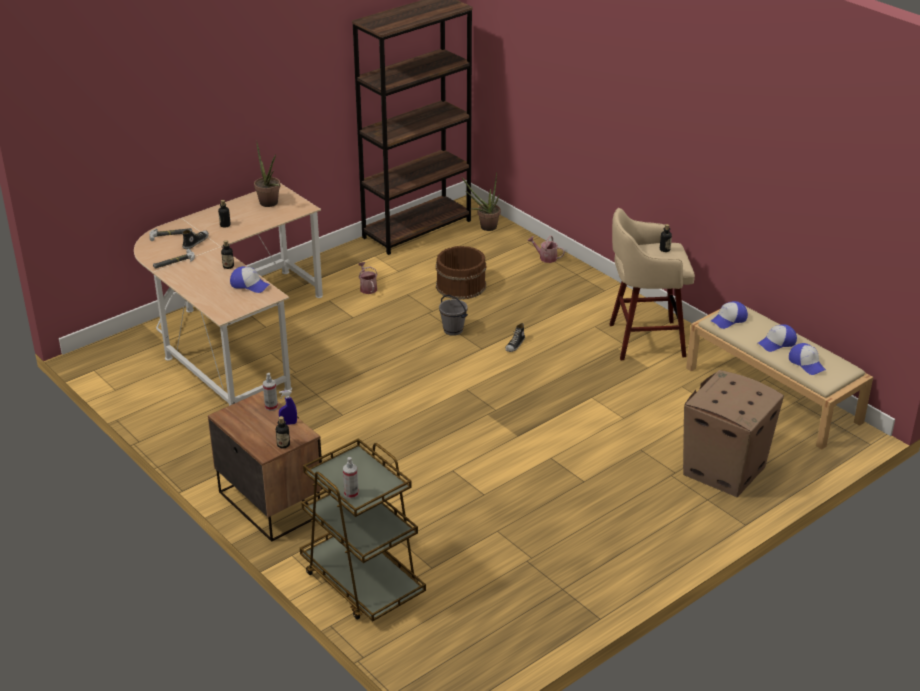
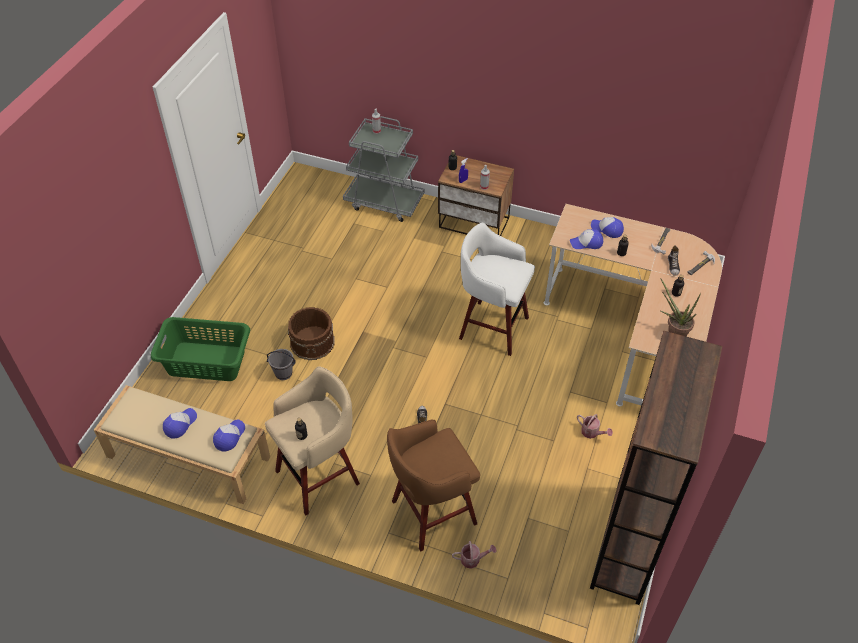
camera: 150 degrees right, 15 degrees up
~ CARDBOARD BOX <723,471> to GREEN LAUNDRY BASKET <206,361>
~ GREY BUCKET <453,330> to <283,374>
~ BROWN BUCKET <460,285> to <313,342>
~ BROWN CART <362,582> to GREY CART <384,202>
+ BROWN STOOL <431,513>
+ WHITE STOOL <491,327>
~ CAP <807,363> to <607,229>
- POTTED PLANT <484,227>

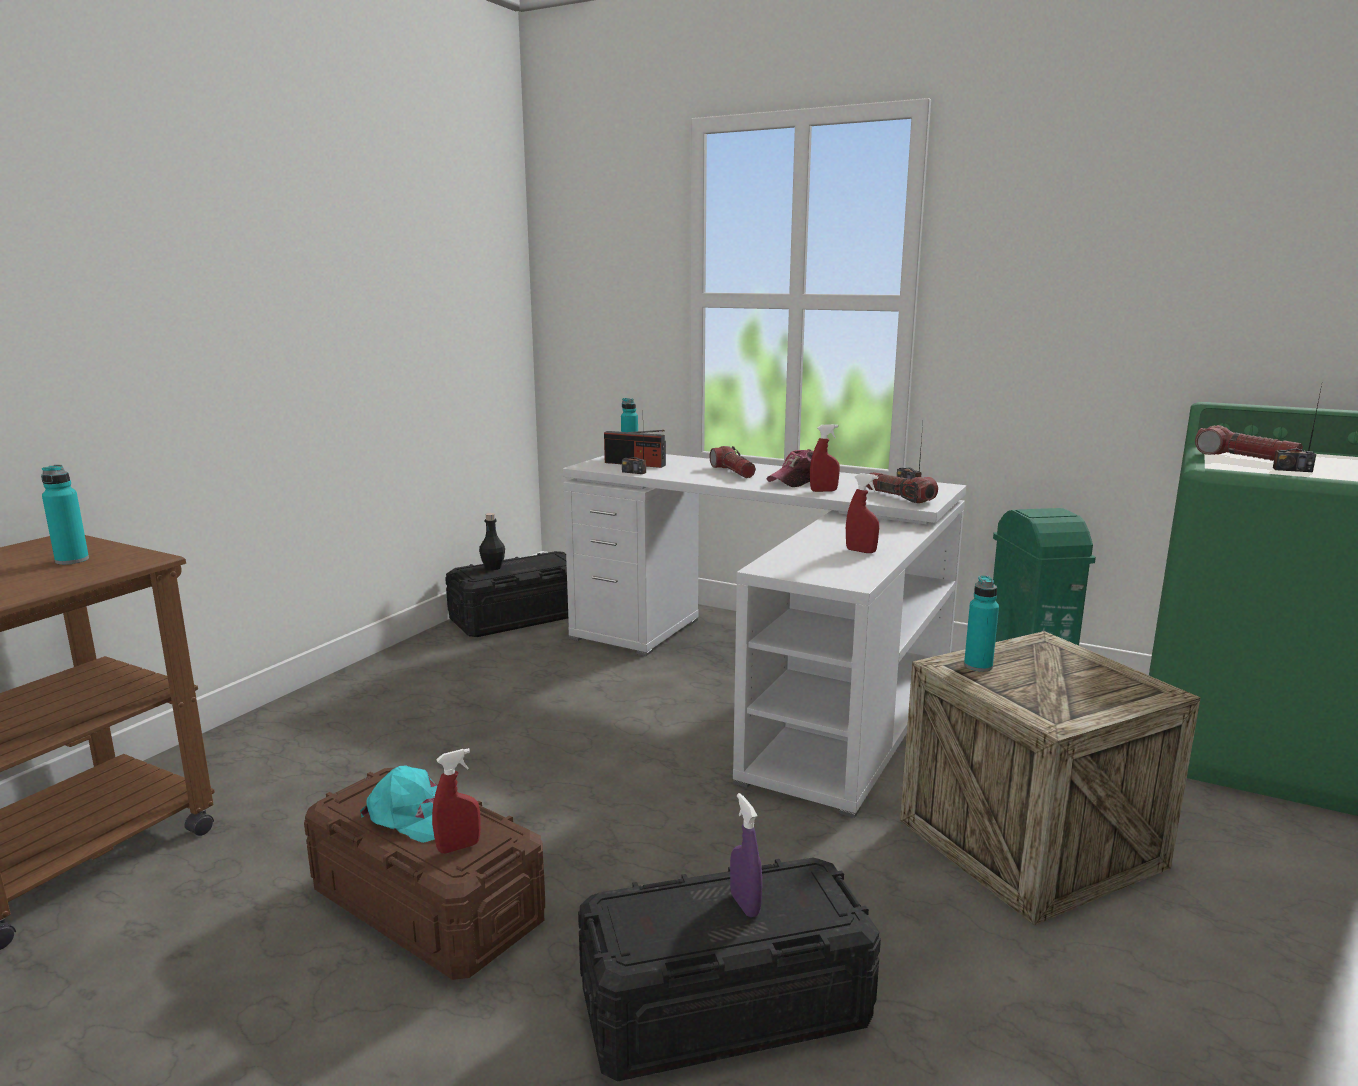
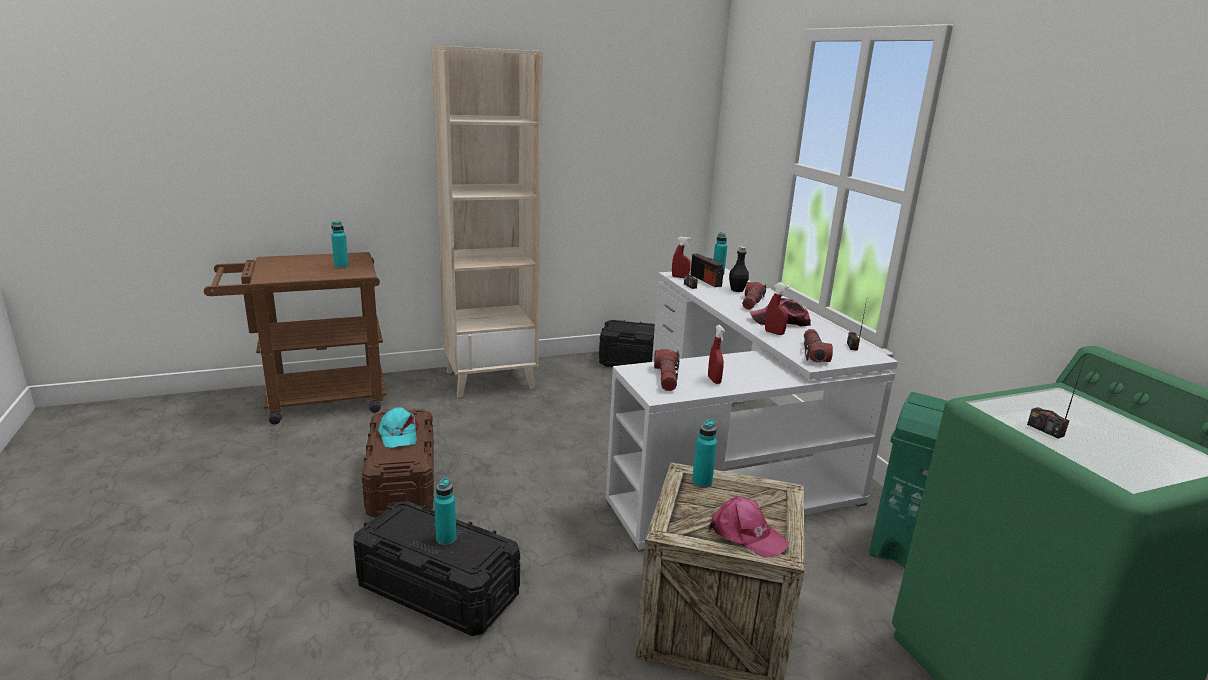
camera: 40 degrees right, 5 degrees up
+ BEIGE BOOKCASE <490,379>
~ PURPLE SPRAY BOTTLE <745,905> to TURQUOISE BOTTLE <446,539>
~ FLASHLIGHT <1244,458> to <666,378>
~ RED SPRAY BOTTLE <458,847> to <680,277>
+ PINK CAP <746,535>
~ BLACK BOTTLE <493,567> to <737,290>

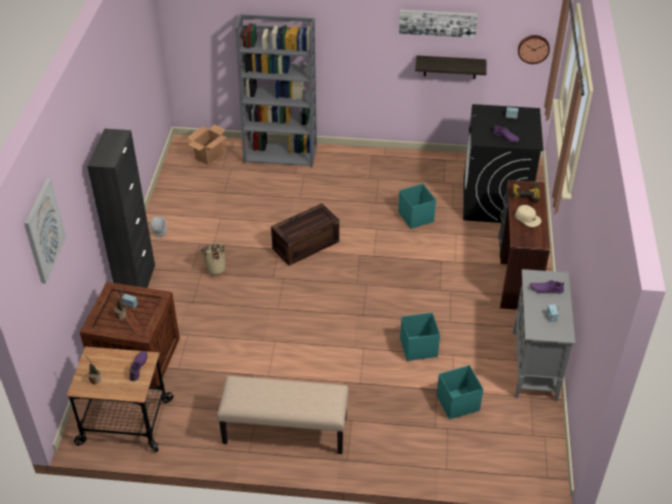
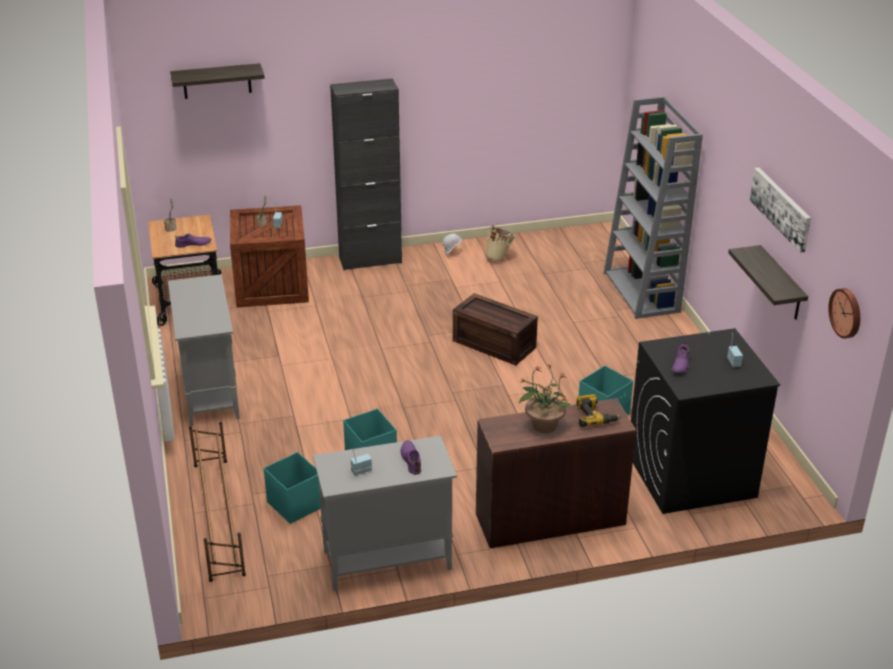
camera: 70 degrees right, 10 degrees down
~ BEIGE BENCH <284,431> to GREY CABINET <210,392>
~ PICTURE <43,230> to SHELF <217,81>
+ BROWN SHOE RACK <219,517>
~ BEIGE BUCKET <215,269> to <499,258>
~ BEIGE CAP <527,218> to POTTED PLANT <544,425>
- CARDBOARD BOX <209,156>

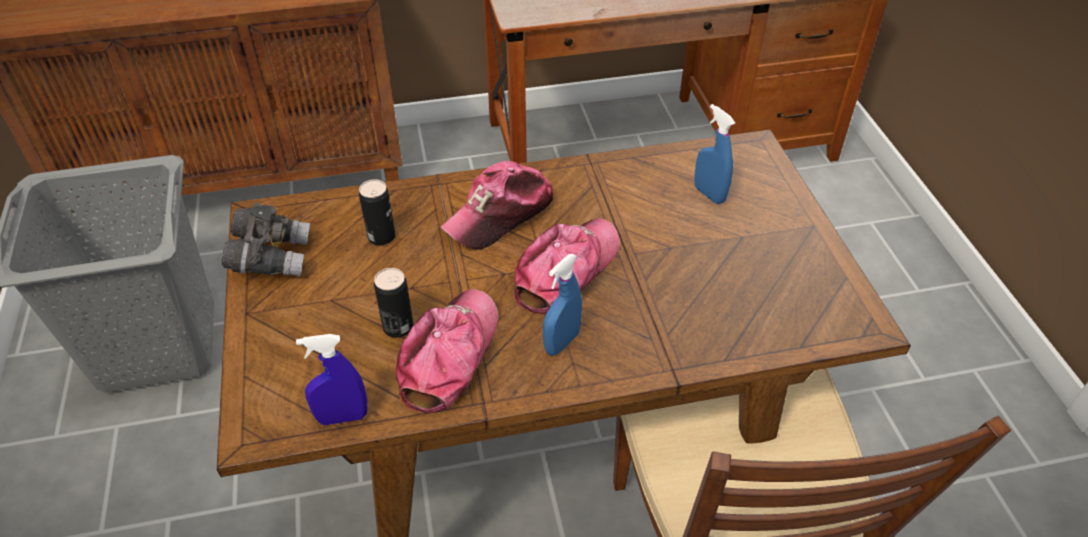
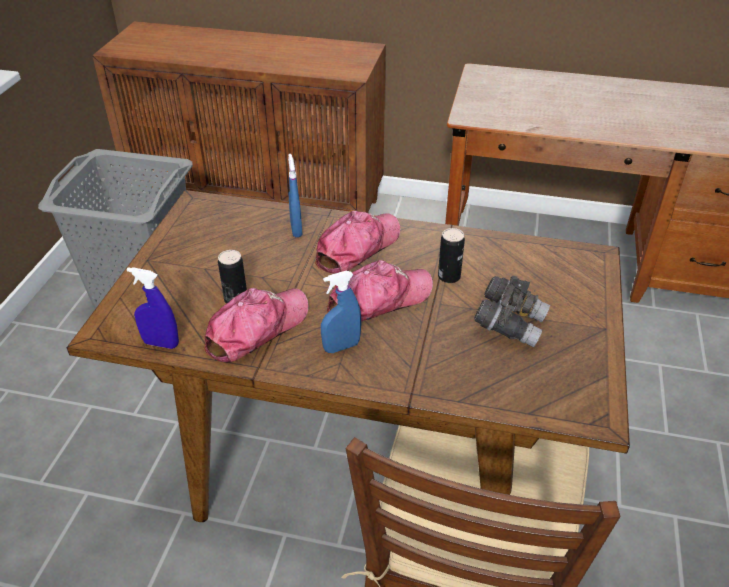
camera: 25 degrees right, 5 degrees down
~ BLUE SPRAY BOTTLE <709,194> to <296,229>
~ CAP <500,214> = <357,247> 150 degrees clockwise
~ CAN <381,237> to <449,277>
~ GREY BINOCULARS <271,257> to <509,324>

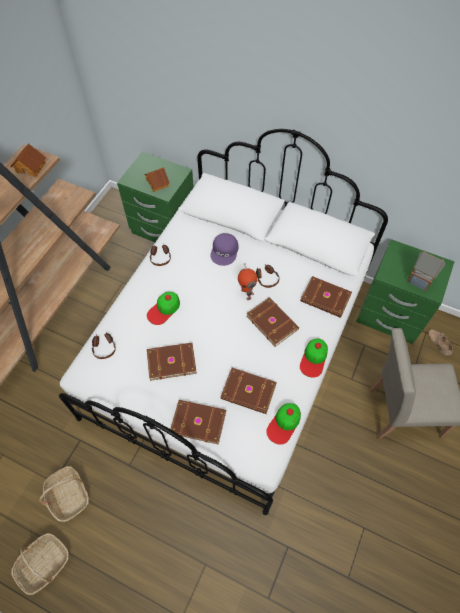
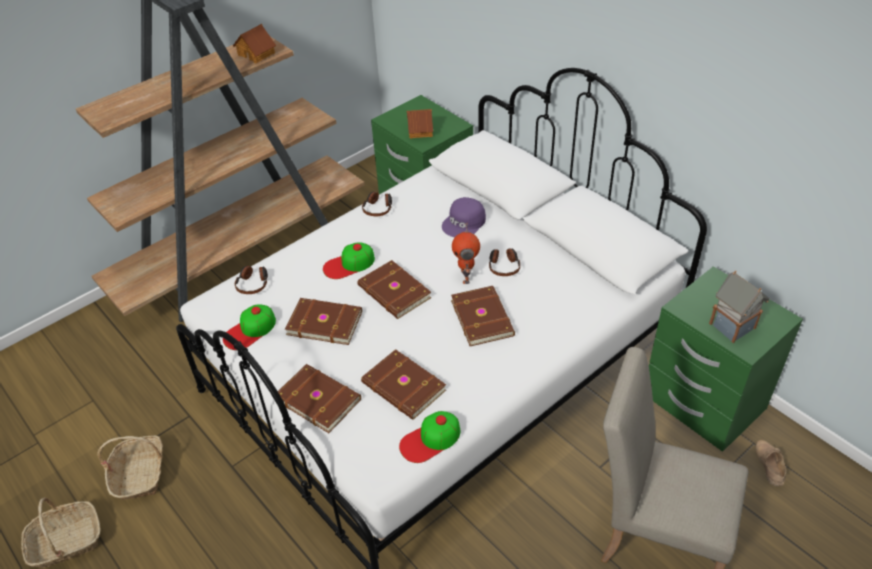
camera: 25 degrees right, 15 degrees down
~ CAP <314,359> to <250,330>
~ BROWN BOOK <325,299> to <393,293>

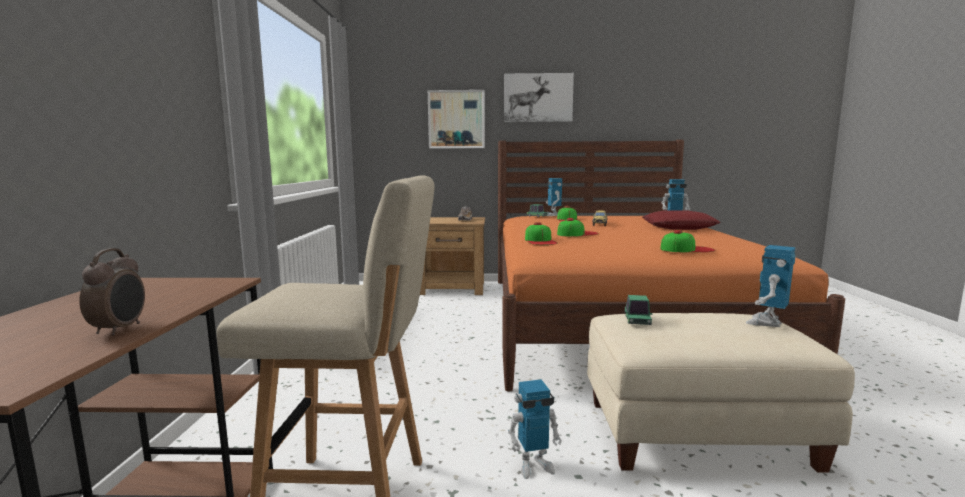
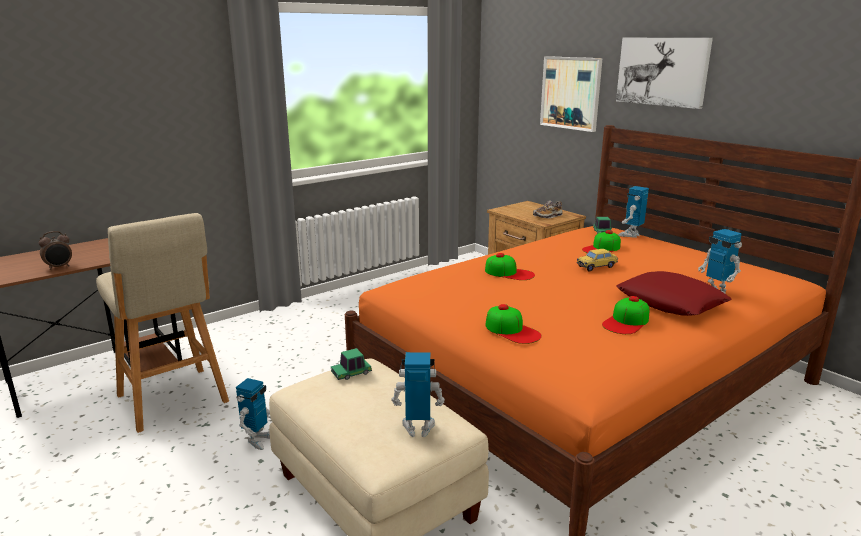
camera: 50 degrees right, 10 degrees up
~ TOY ROBOT <534,465> = <258,440> 105 degrees counterclockwise
~ CAP <540,241> to <626,322>

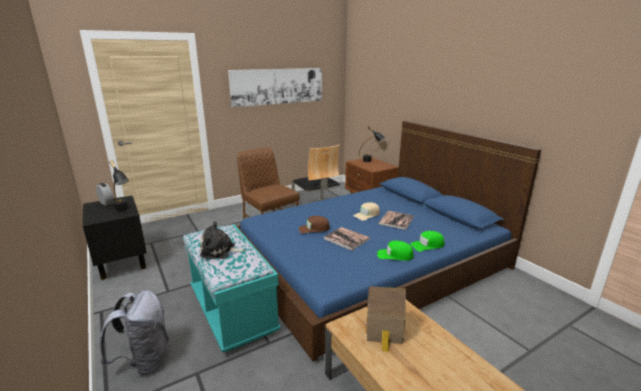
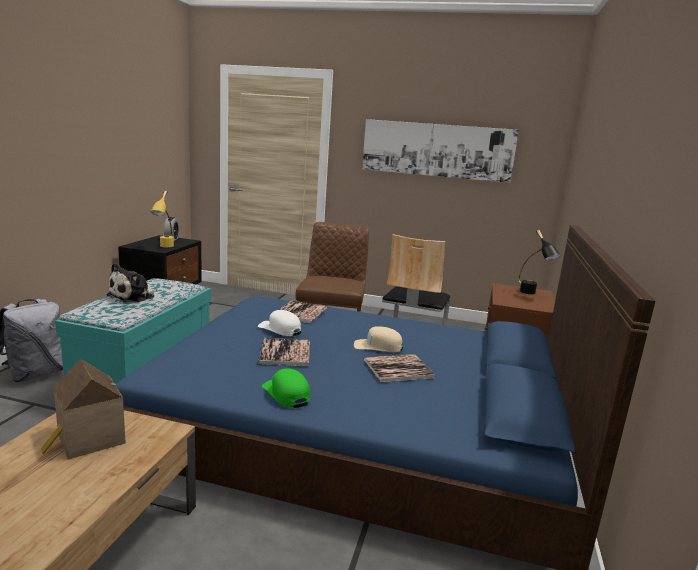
camera: 45 degrees right, 5 degrees down
~ PLUSH TOY <220,251> = <133,296> 105 degrees counterclockwise
~ BLACK TABLE LAMP <123,211> to YELLOW TABLE LAMP <164,247>
~ BROWN CAP <314,229> to WHITE CAP <280,329>
+ BOOK <300,313>
- GREEN CAP <427,245>

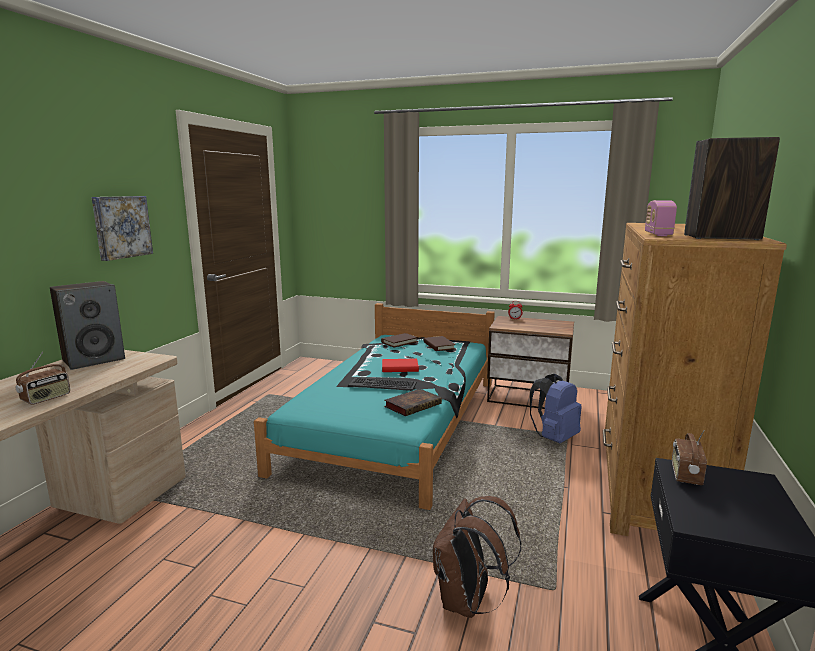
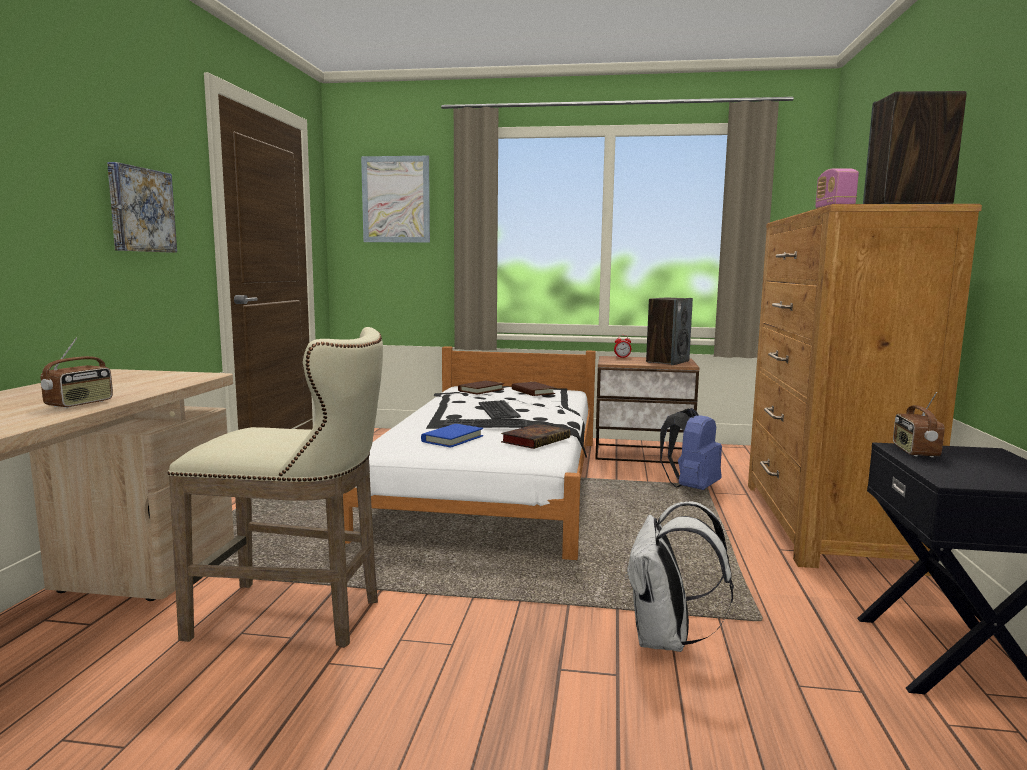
camera: 10 degrees left, 5 degrees down
+ BEIGE STOOL <297,617>
~ TURQUOISE BED <396,422> to WHITE BED <493,482>
+ PICTURE <396,199>
+ BLUE BOOK <452,439>
~ RED BOOK <400,368> to KEYBOARD <497,410>
~ BROWN BACKPACK <468,602> to WHITE BACKPACK <666,640>
~ SPEAKER <94,360> to <667,361>

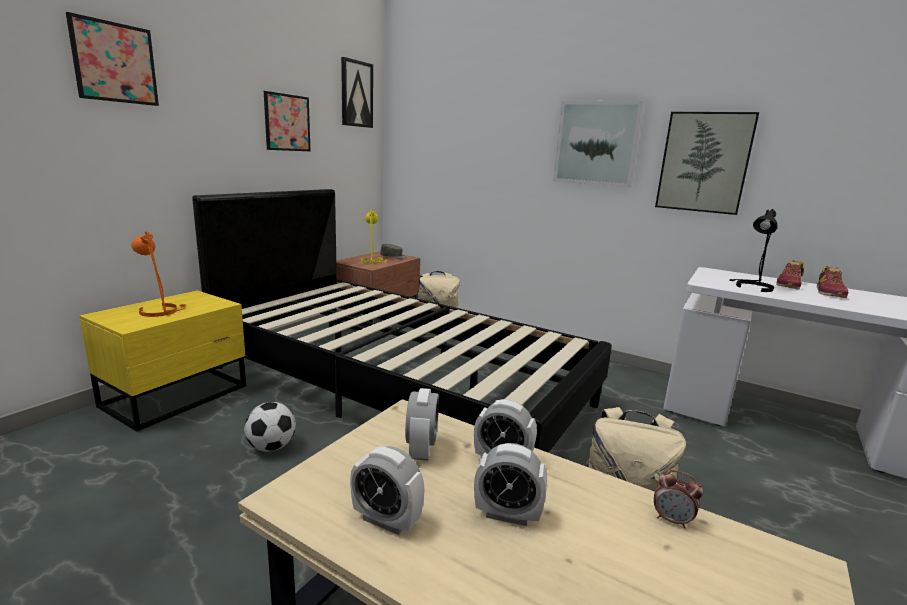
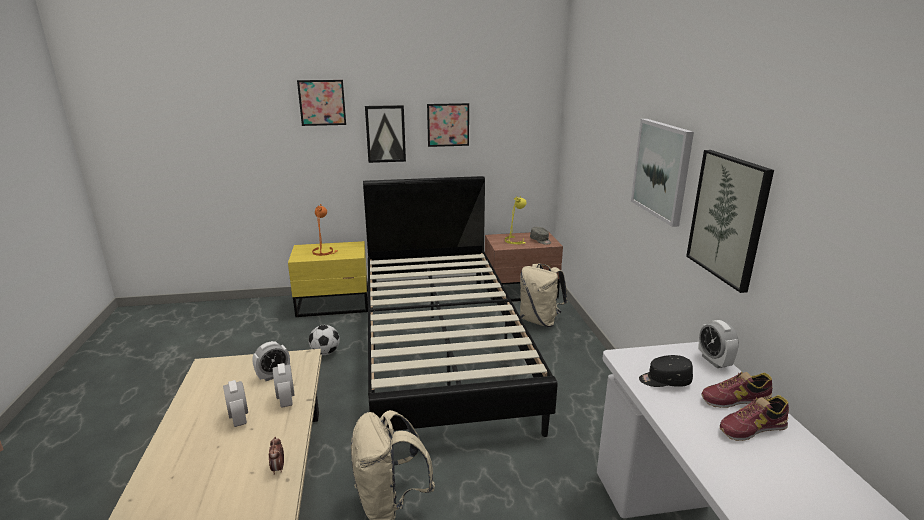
camera: 50 degrees right, 5 degrees up
~ PICTURE <356,94> to <385,134>
~ BLACK TABLE LAMP <751,287> to BLACK CAP <664,380>
~ ALARM CLOCK <386,520> to <714,361>

